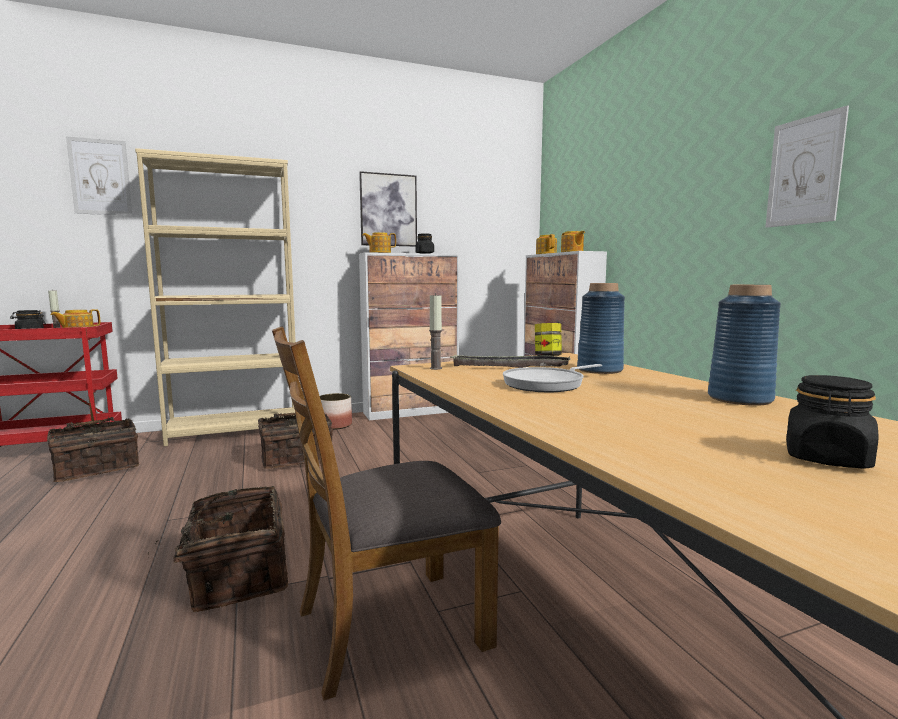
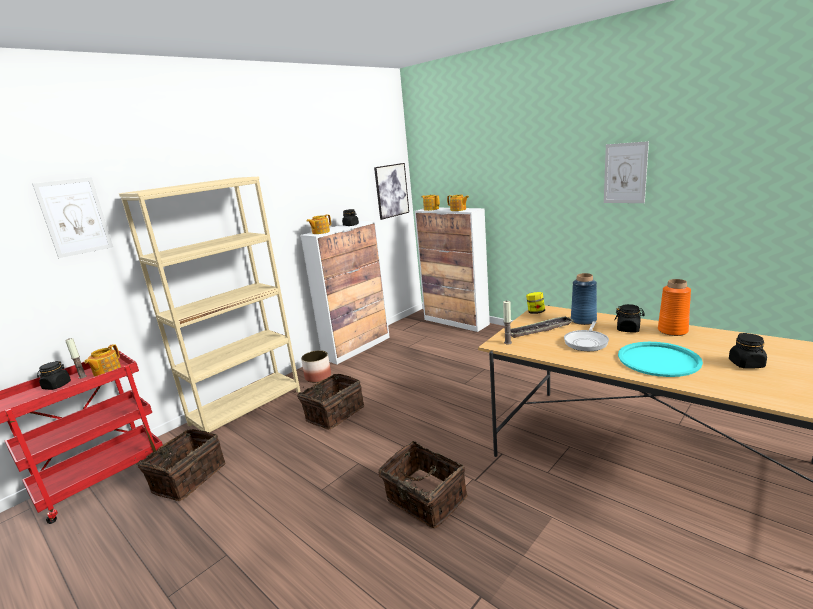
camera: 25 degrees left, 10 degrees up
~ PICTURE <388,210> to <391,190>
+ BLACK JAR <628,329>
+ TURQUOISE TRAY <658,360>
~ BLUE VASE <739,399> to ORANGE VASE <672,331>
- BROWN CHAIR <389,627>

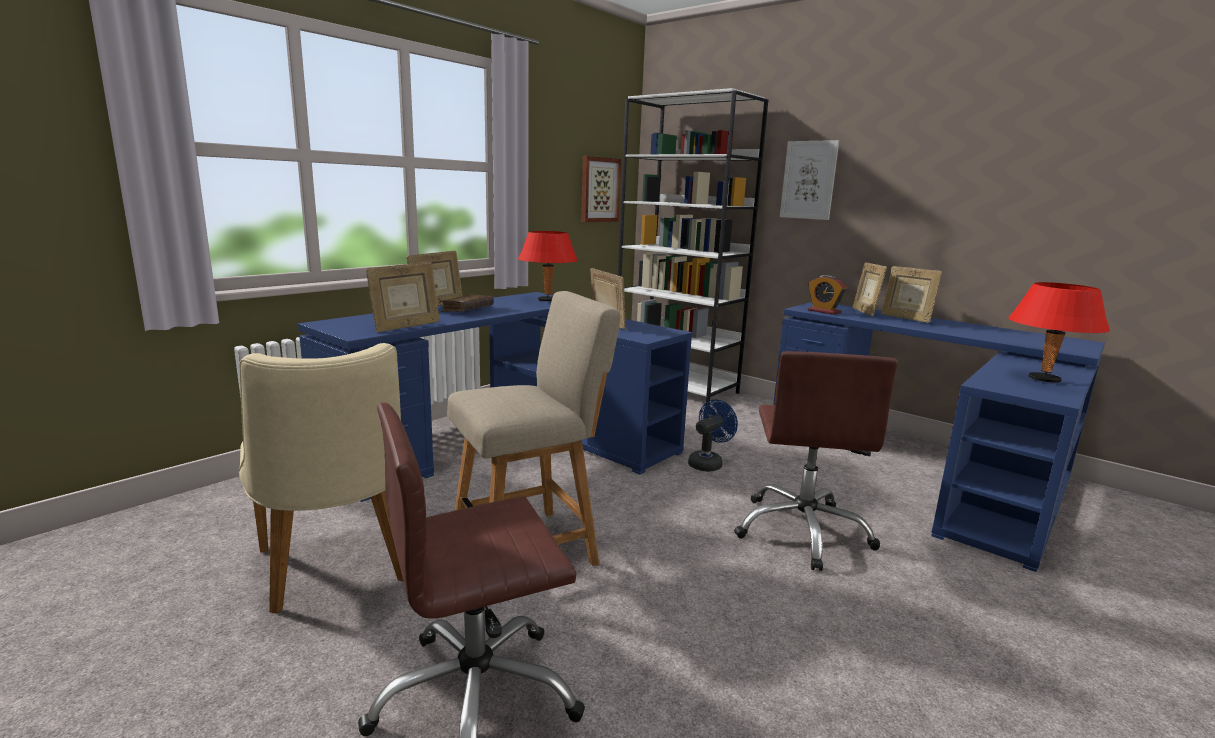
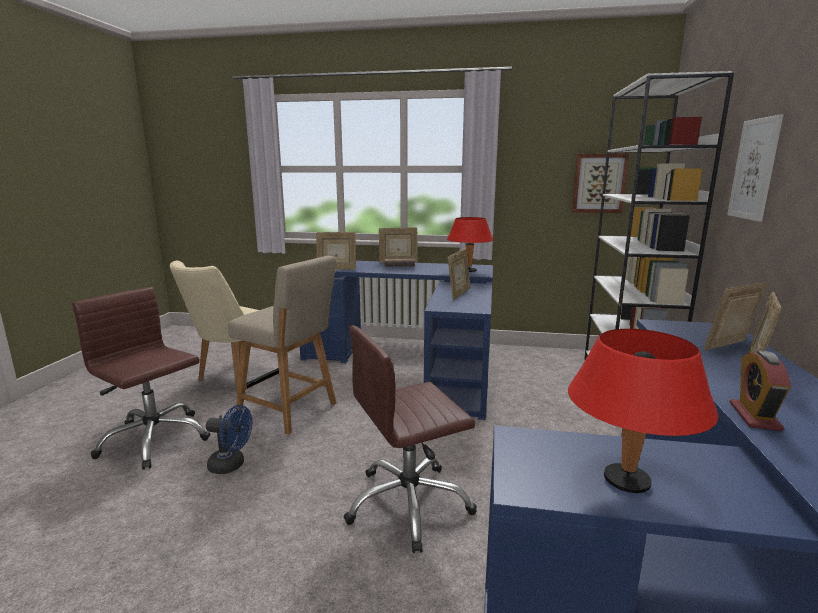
camera: 60 degrees right, 0 degrees up
~ BLUE FAN <708,463> to <231,465>
~ ALARM CLOCK <823,311> to <754,416>

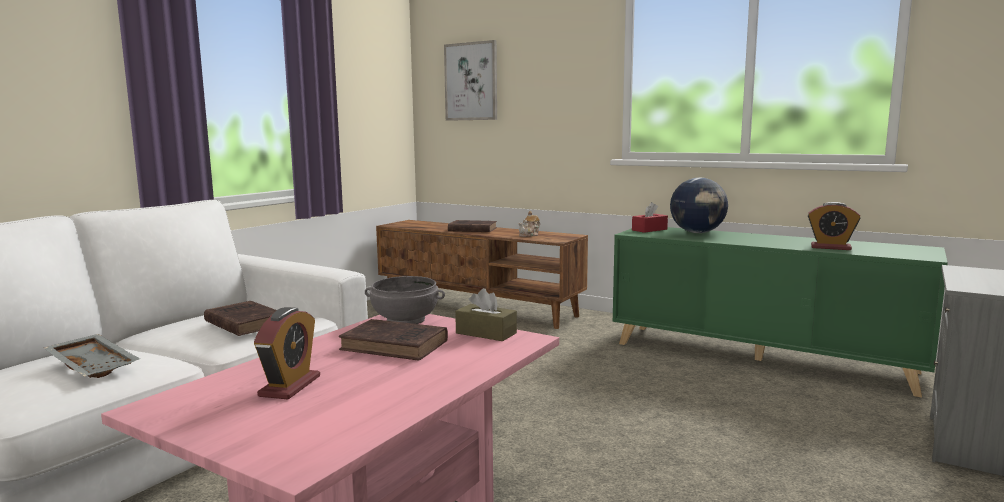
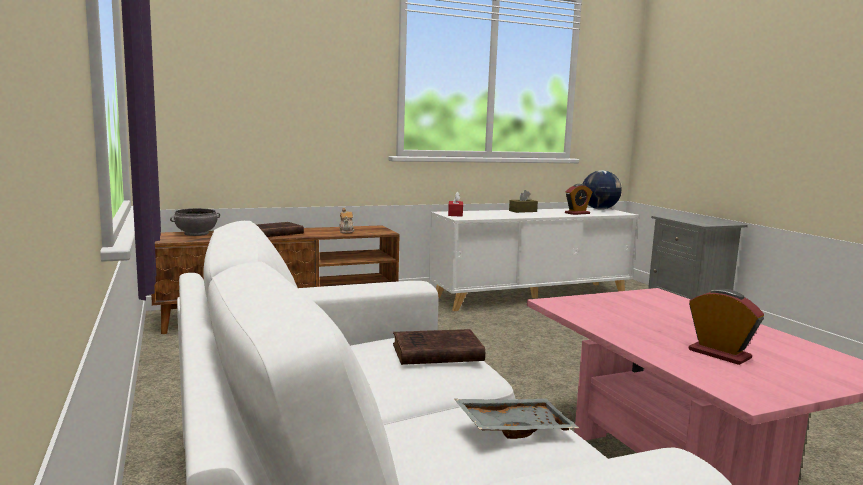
camera: 55 degrees left, 0 degrees up
~ GREY BOWL <406,320> to <196,233>
~ GREEN CABINET <761,357> to WHITE CABINET <532,296>
~ BROWN TISSUE BOX <486,333> to <523,211>
~ GLOBE <697,233> to <600,209>
- BROWN BOOK <397,346>
- PICTURE <471,81>

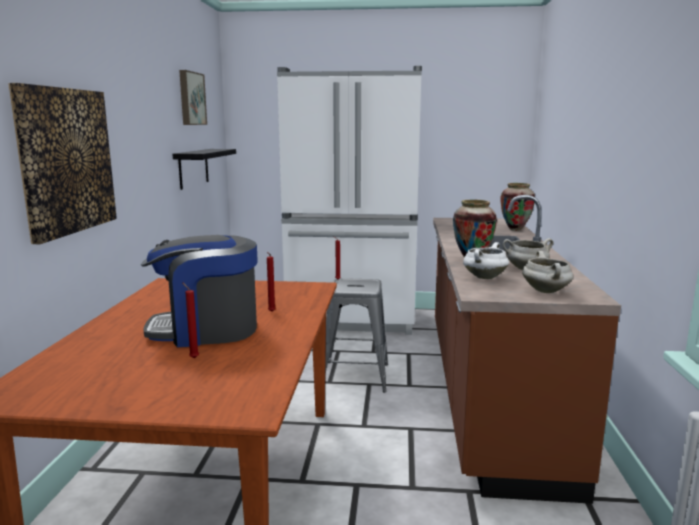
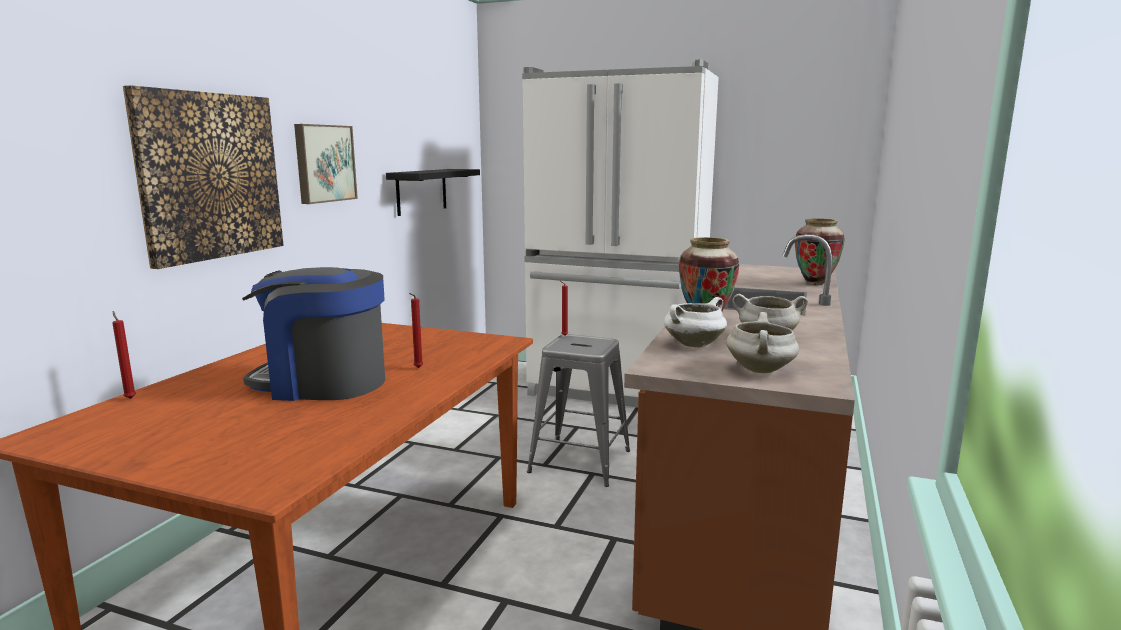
camera: 15 degrees right, 0 degrees up
~ RED CANDLE <193,358> to <130,398>
~ PICTURE <191,98> to <324,163>

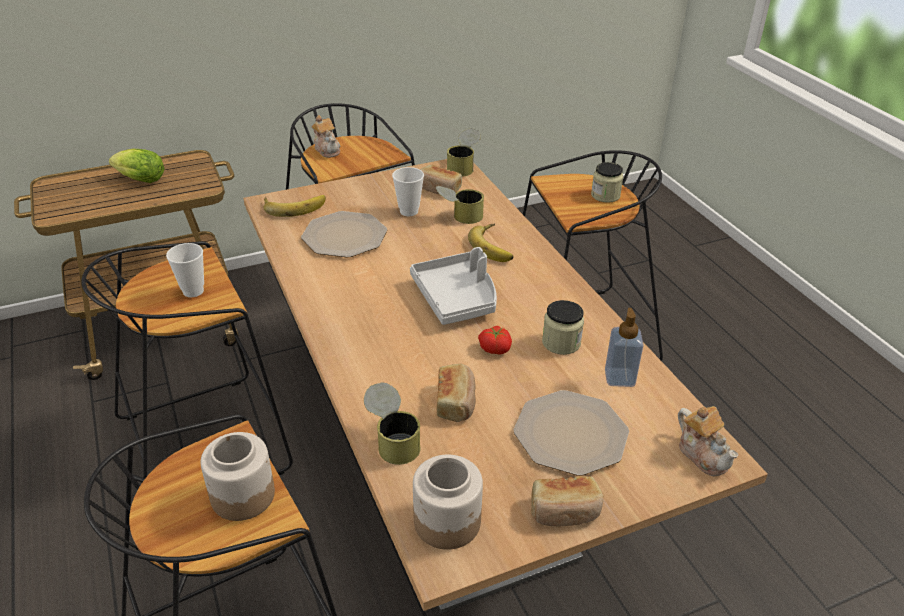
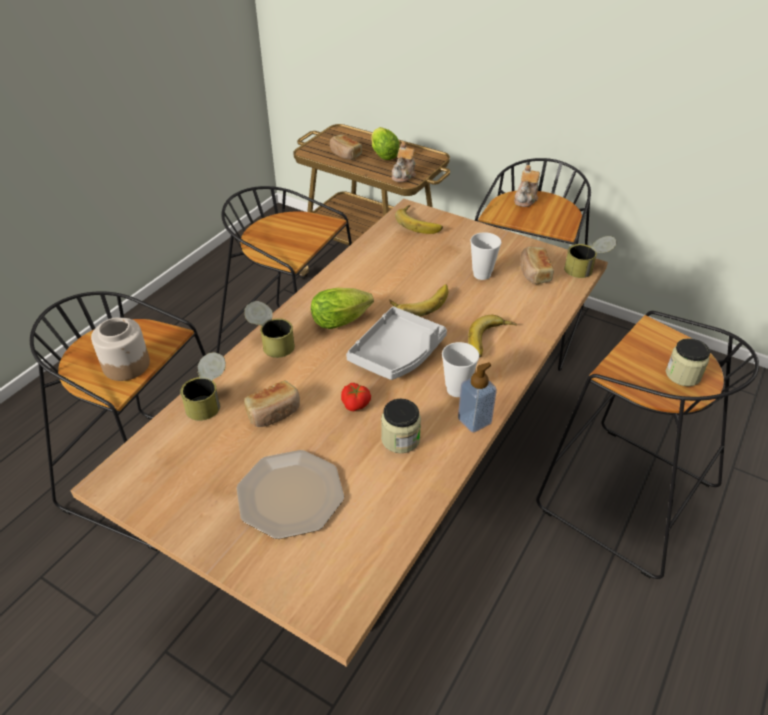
camera: 55 degrees right, 5 degrees up
~ CAN <459,217> to <272,342>
+ LETTUCE <343,320>
~ BREAD <564,511> to <345,154>
+ BANANA <420,302>
~ TEAPOT <703,454> to <404,175>
~ CUP <193,291> to <457,389>
~ SOAP DISPENSER <619,378> to <474,421>
- PLATE <345,235>
- JAR <448,522>

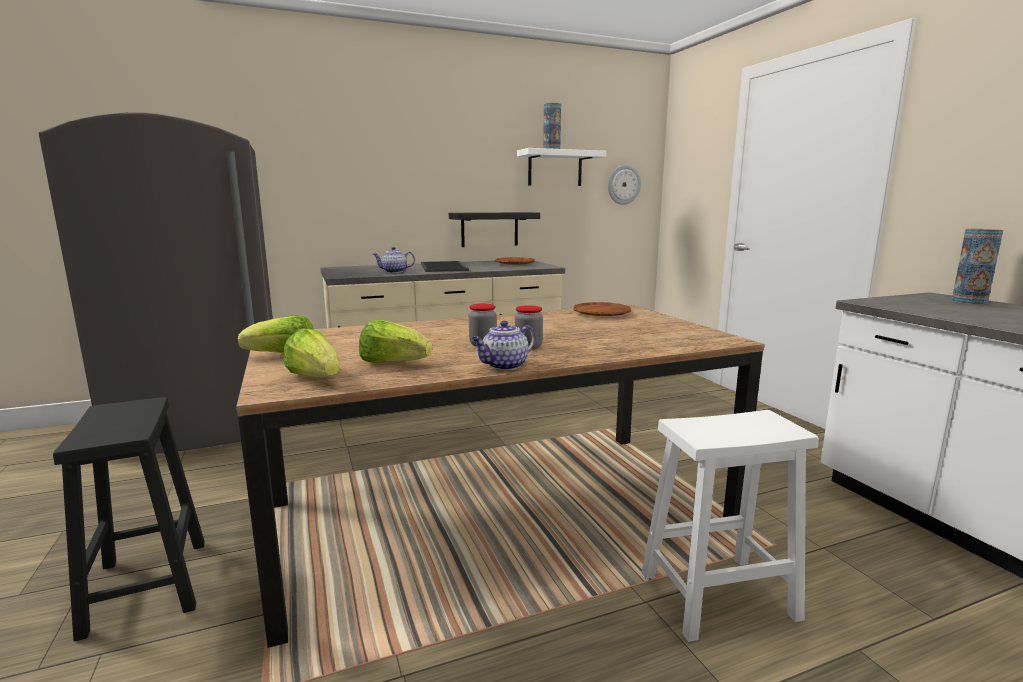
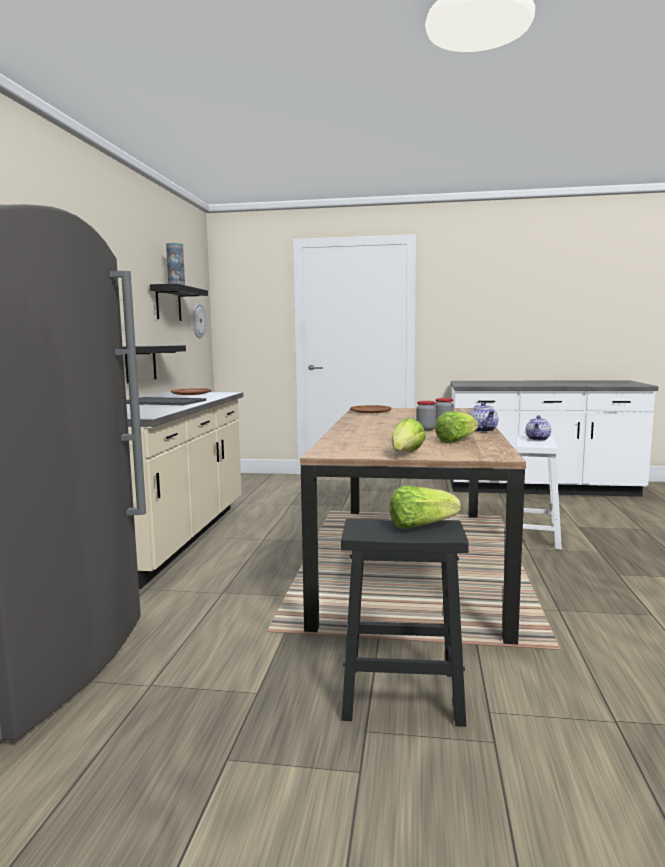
camera: 60 degrees left, 5 degrees down
~ WHITE SHELF <555,168> to BLACK SHELF <168,304>
~ LETTUCE <315,378> to <420,526>
~ TEAPOT <394,272> to <538,439>
- VASE <969,301>

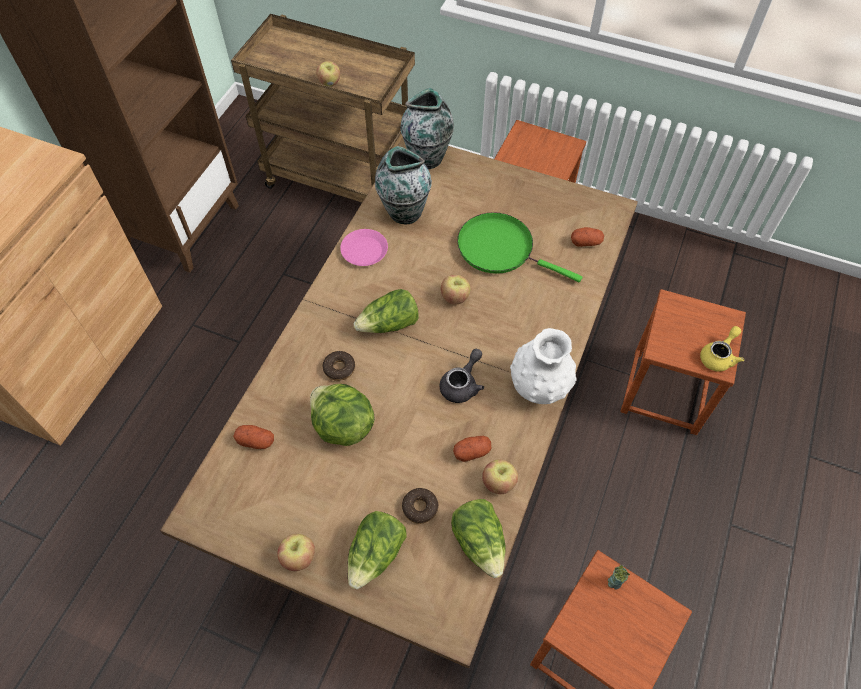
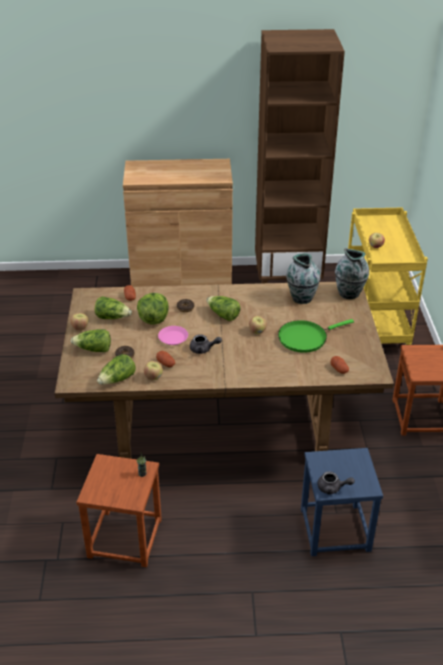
camera: 65 degrees right, 20 degrees down
+ LETTUCE <112,317>
~ PINK PLATE <364,251> to <173,338>
~ GREEN FRYING PAN <500,249> = <305,338> 120 degrees counterclockwise
~ BROWN STOOL <665,392> to BLUE STOOL <335,530>
~ YELLOW TEAPOT <719,356> to GREY TEAPOT <332,488>
~ BROWN CART <342,180> to YELLOW CART <376,324>
- WHITE VASE <539,387>

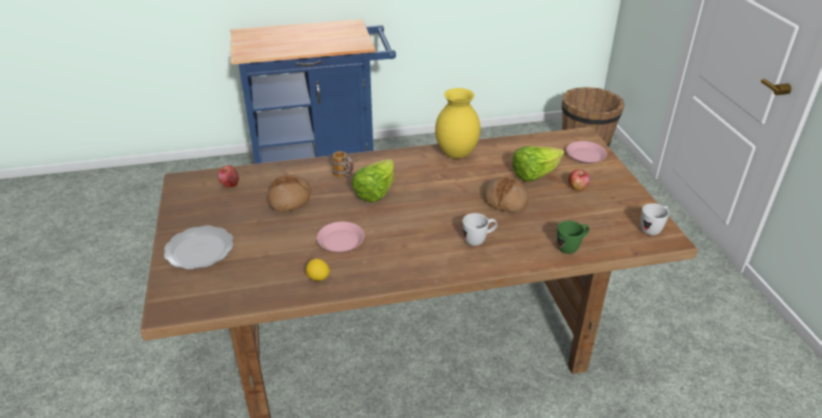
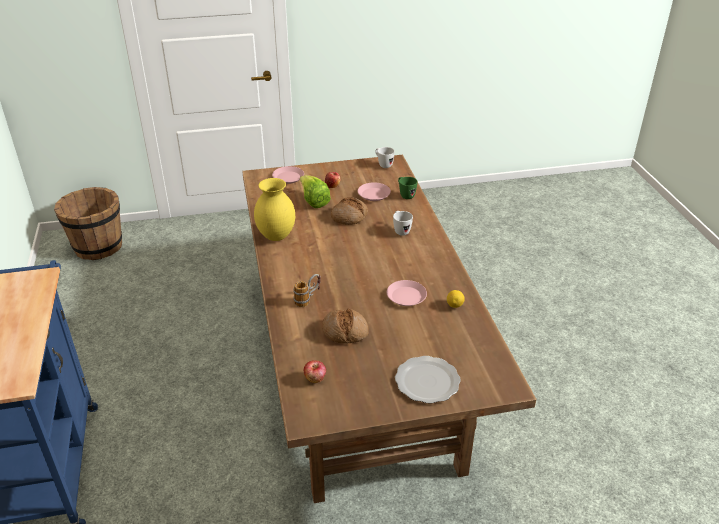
camera: 90 degrees left, 0 degrees up
+ PINK PLATE <373,194>
- LETTUCE <376,192>

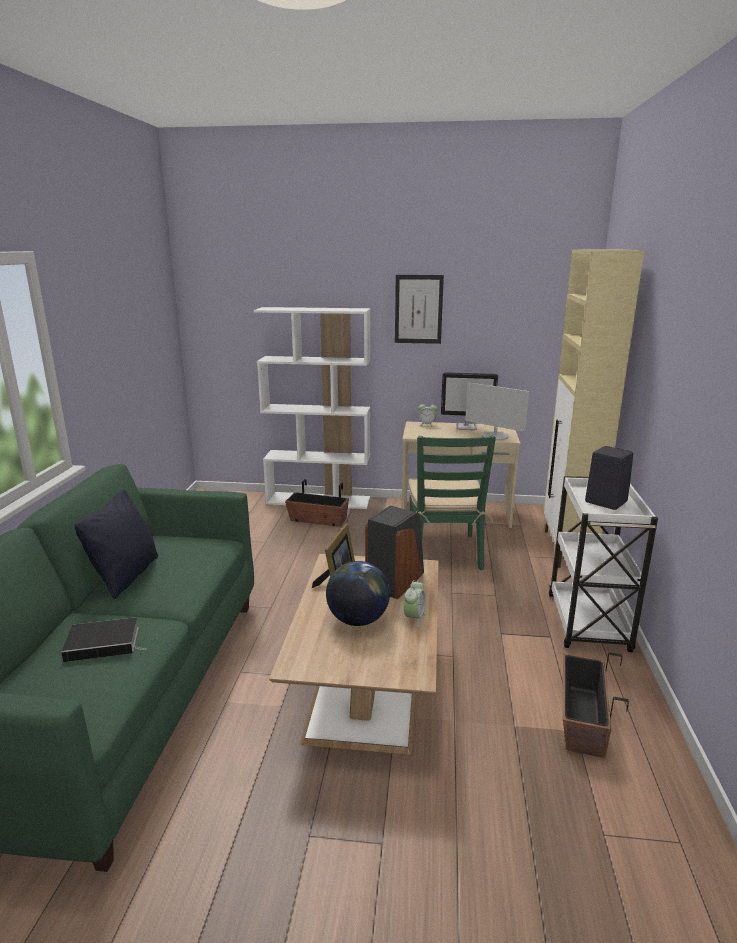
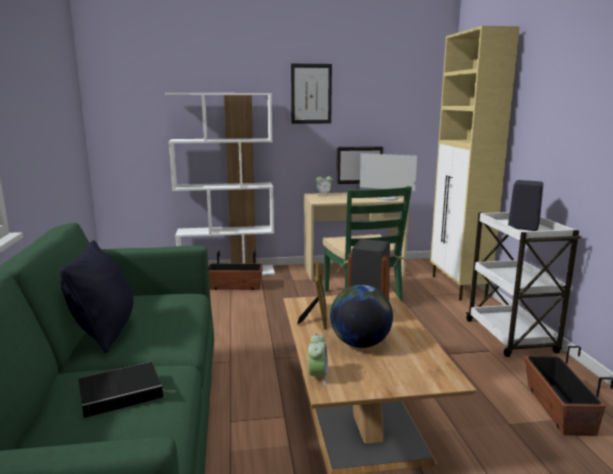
camera: 15 degrees left, 5 degrees down
~ ALARM CLOCK <414,618> to <317,376>

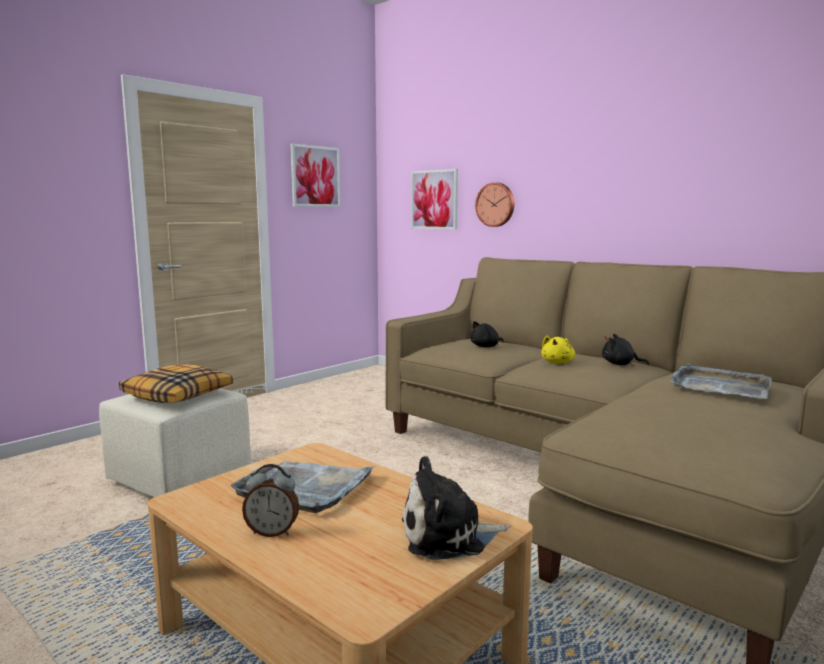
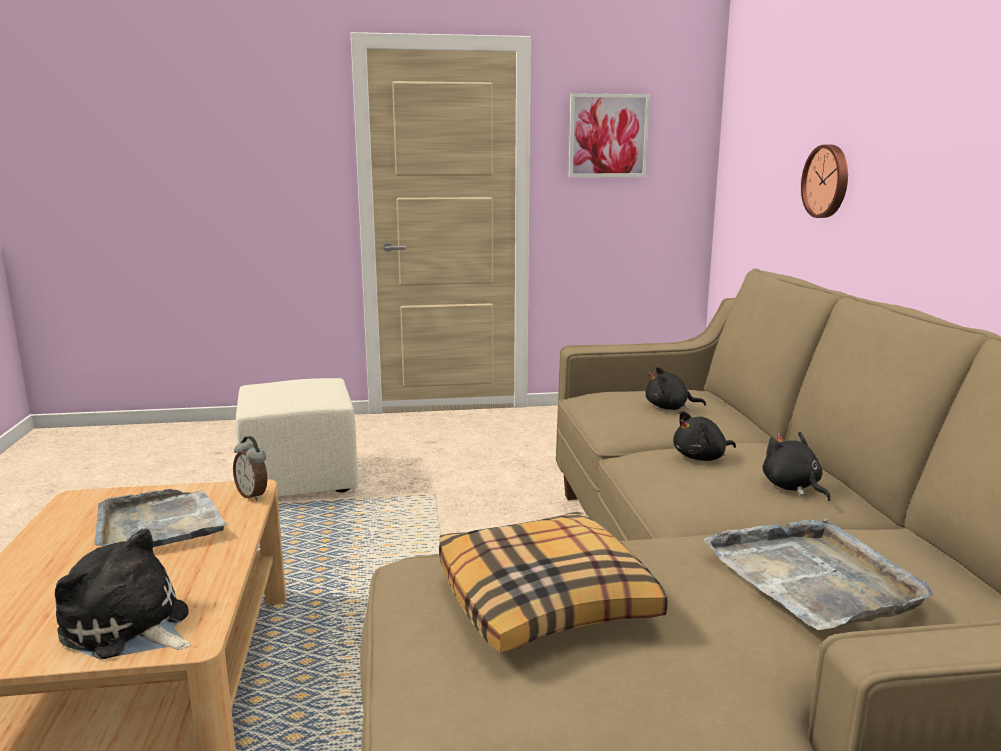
camera: 40 degrees right, 5 degrees up
~ ALARM CLOCK <272,532> to <253,495>
~ PILLOW <178,395> to <546,599>
~ YELLOW PLUSH TOY <558,362> to BLACK PLUSH TOY <701,457>
- PICTURE <434,200>

